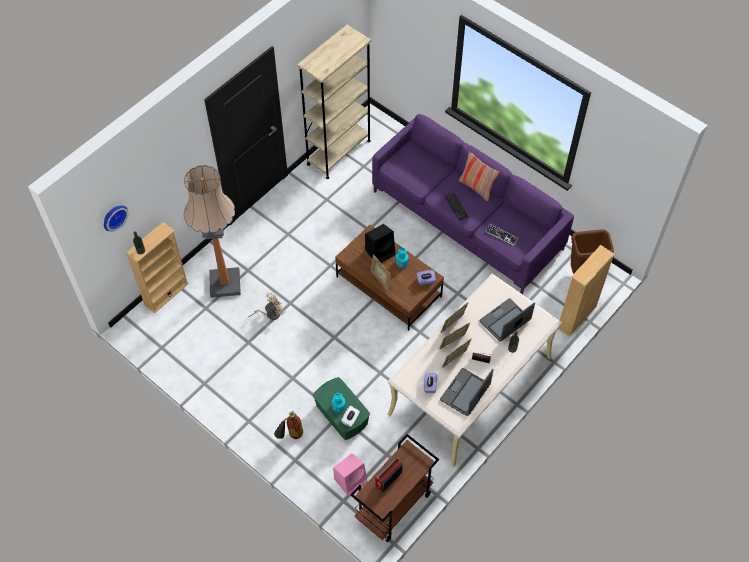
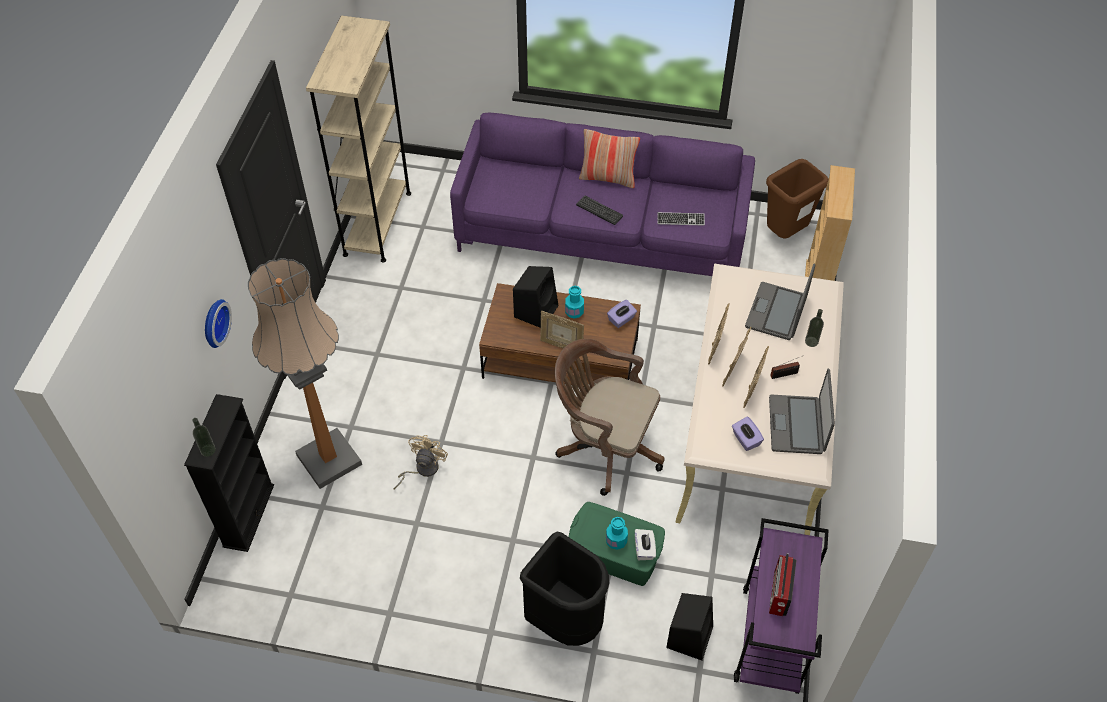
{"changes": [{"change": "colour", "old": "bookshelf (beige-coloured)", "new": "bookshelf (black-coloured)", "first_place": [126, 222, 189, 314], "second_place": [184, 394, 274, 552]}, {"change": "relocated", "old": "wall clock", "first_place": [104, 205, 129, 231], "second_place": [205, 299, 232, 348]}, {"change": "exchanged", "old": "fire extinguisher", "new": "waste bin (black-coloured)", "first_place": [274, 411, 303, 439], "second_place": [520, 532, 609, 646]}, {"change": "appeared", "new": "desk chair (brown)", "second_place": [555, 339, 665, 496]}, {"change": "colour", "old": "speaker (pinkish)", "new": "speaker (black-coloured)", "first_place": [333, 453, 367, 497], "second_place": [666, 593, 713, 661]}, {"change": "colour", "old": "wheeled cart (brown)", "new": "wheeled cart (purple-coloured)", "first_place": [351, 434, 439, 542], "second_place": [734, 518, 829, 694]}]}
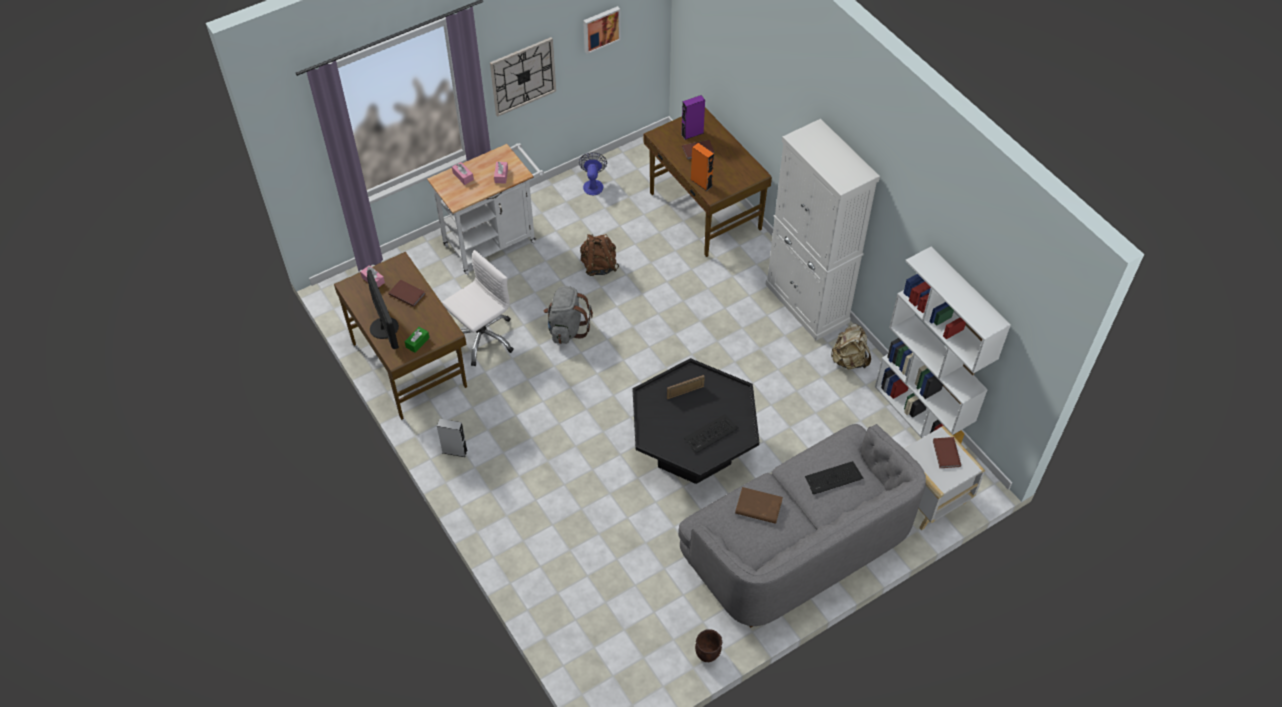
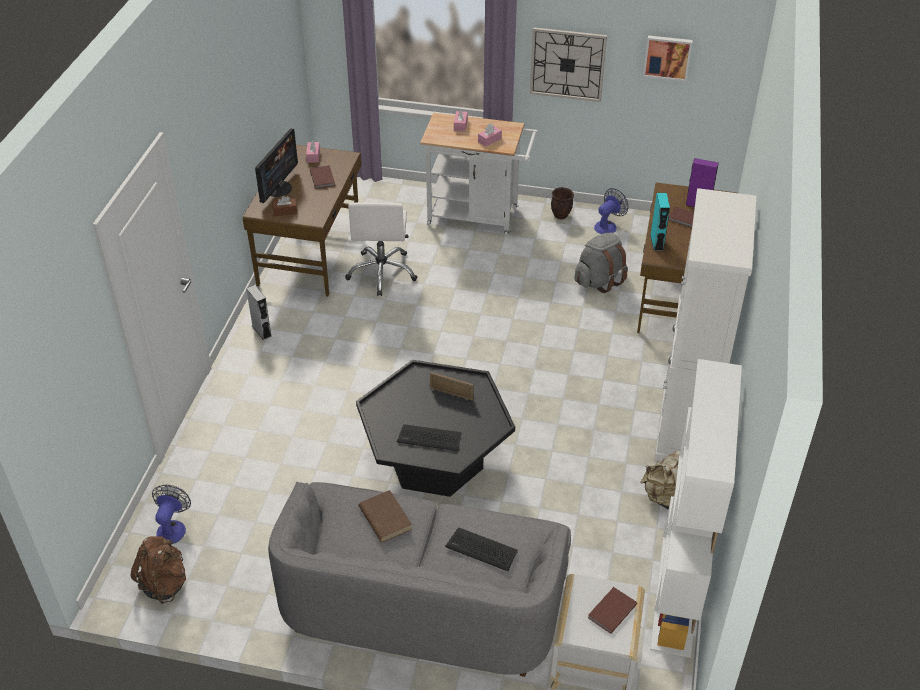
{"changes": [{"change": "relocated", "old": "knapsack (brown)", "first_place": [580, 234, 619, 276], "second_place": [130, 536, 186, 604]}, {"change": "appeared", "new": "electric fan", "second_place": [152, 485, 191, 544]}, {"change": "colour", "old": "tissue holder (green-coloured)", "new": "tissue holder (brown)", "first_place": [405, 327, 430, 353], "second_place": [272, 196, 297, 216]}, {"change": "spun", "old": "desk chair (white-coloured)", "first_place": [442, 250, 514, 366], "second_place": [345, 202, 418, 296], "degrees": 90}, {"change": "relocated", "old": "flower pot (brown)", "first_place": [695, 629, 722, 662], "second_place": [551, 187, 574, 220]}, {"change": "relocated", "old": "knapsack (greyish)", "first_place": [544, 286, 593, 344], "second_place": [574, 233, 628, 293]}, {"change": "colour", "old": "speaker (orange)", "new": "speaker (turquoise-coloured)", "first_place": [691, 143, 714, 191], "second_place": [650, 193, 670, 251]}]}
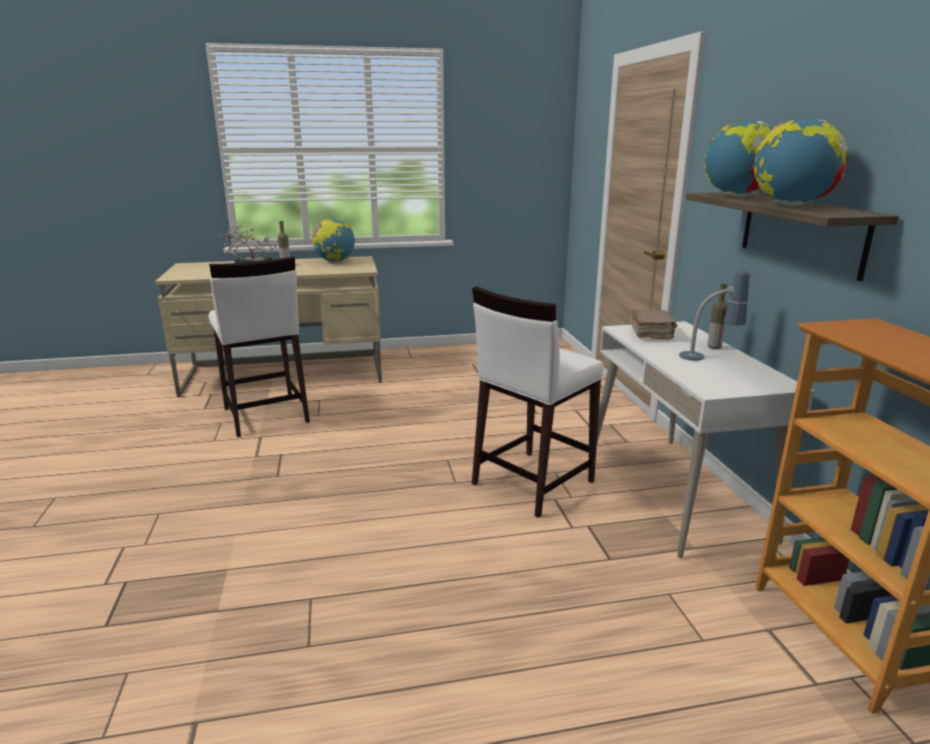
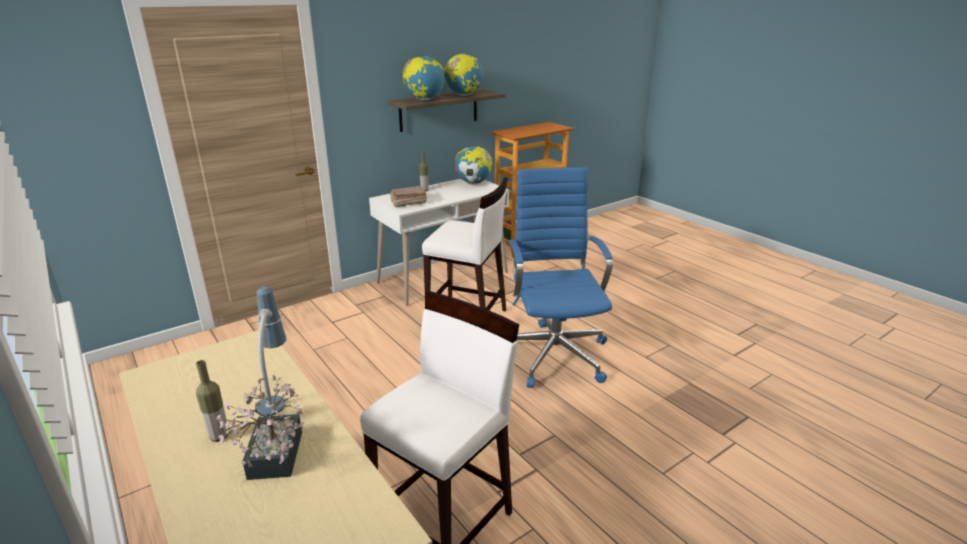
{"changes": [{"change": "relocated", "old": "lamp for a table", "first_place": [679, 270, 750, 361], "second_place": [255, 286, 286, 416]}, {"change": "relocated", "old": "desk globe", "first_place": [311, 219, 355, 263], "second_place": [455, 146, 492, 185]}, {"change": "appeared", "new": "desk chair (blue)", "second_place": [508, 168, 613, 388]}]}
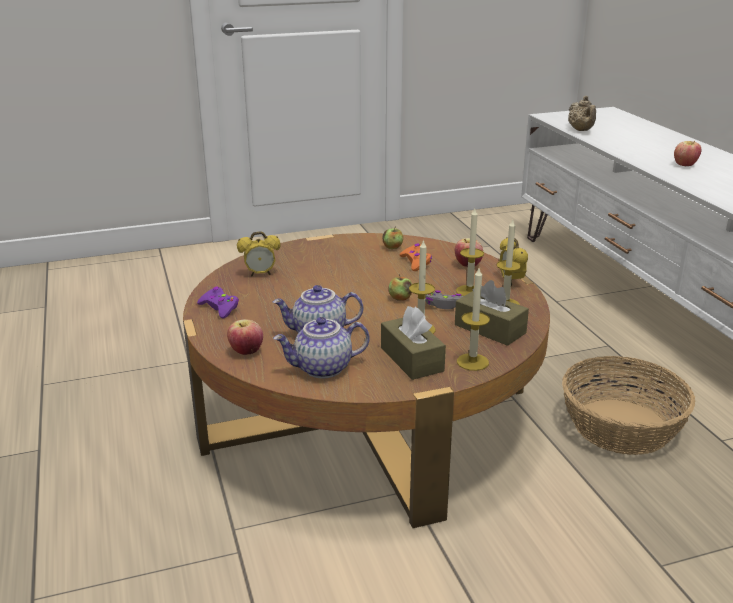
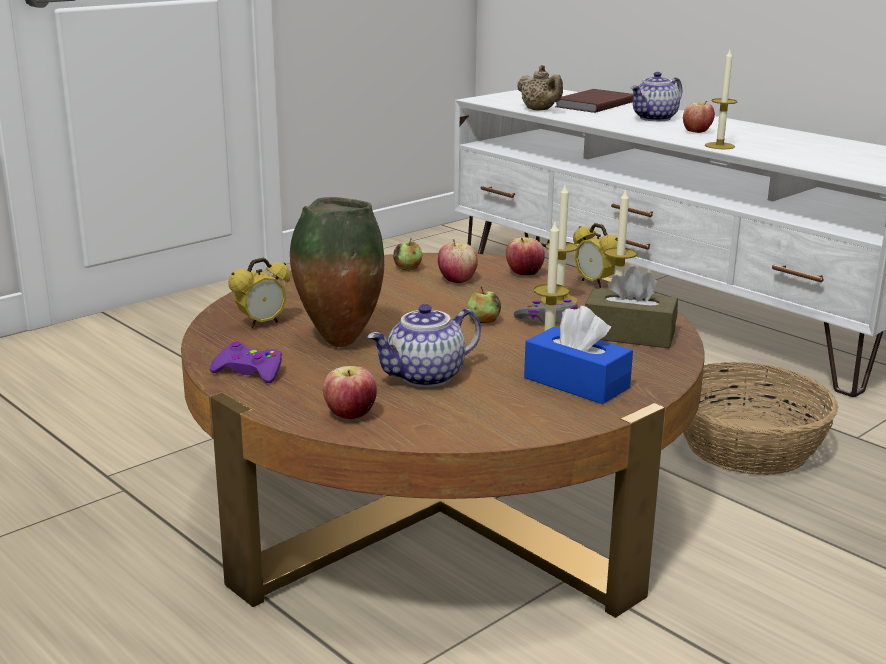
{"changes": [{"change": "appeared", "new": "decorative vase", "second_place": [290, 197, 384, 347]}, {"change": "exchanged", "old": "game controller (orange)", "new": "apple fruit", "first_place": [399, 244, 432, 271], "second_place": [438, 239, 478, 283]}, {"change": "colour", "old": "tissue holder (brown)", "new": "tissue holder (blue)", "first_place": [381, 306, 446, 380], "second_place": [524, 306, 633, 404]}, {"change": "appeared", "new": "volume (brown)", "second_place": [555, 89, 633, 113]}, {"change": "relocated", "old": "tea pot", "first_place": [273, 317, 370, 378], "second_place": [631, 72, 683, 121]}, {"change": "relocated", "old": "candle", "first_place": [457, 268, 490, 371], "second_place": [705, 50, 738, 149]}]}
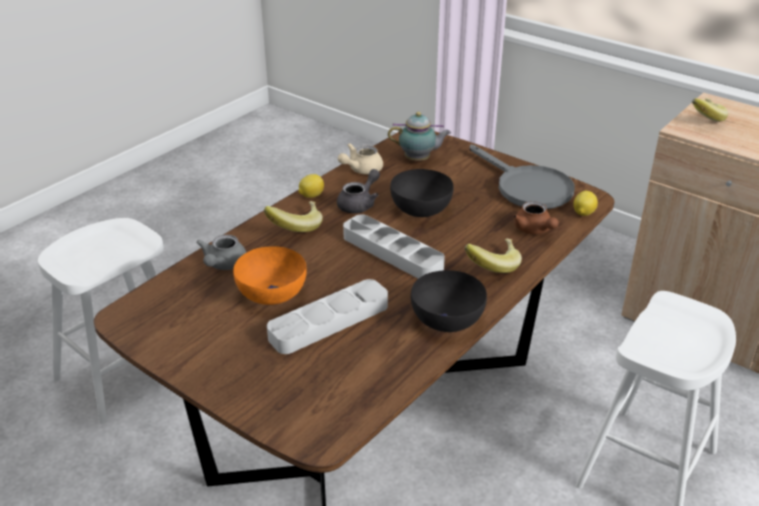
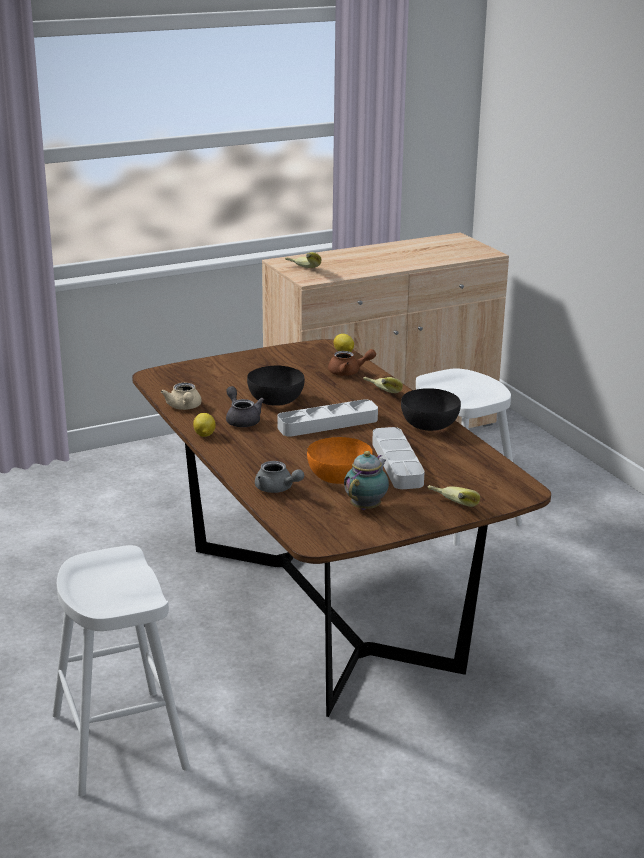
{"changes": [{"change": "relocated", "old": "tea pot", "first_place": [388, 112, 451, 161], "second_place": [344, 451, 389, 510]}, {"change": "relocated", "old": "banana fruit", "first_place": [264, 201, 323, 232], "second_place": [428, 485, 480, 507]}, {"change": "missing", "old": "frying pan (greyish)", "first_place": [469, 145, 574, 209]}]}
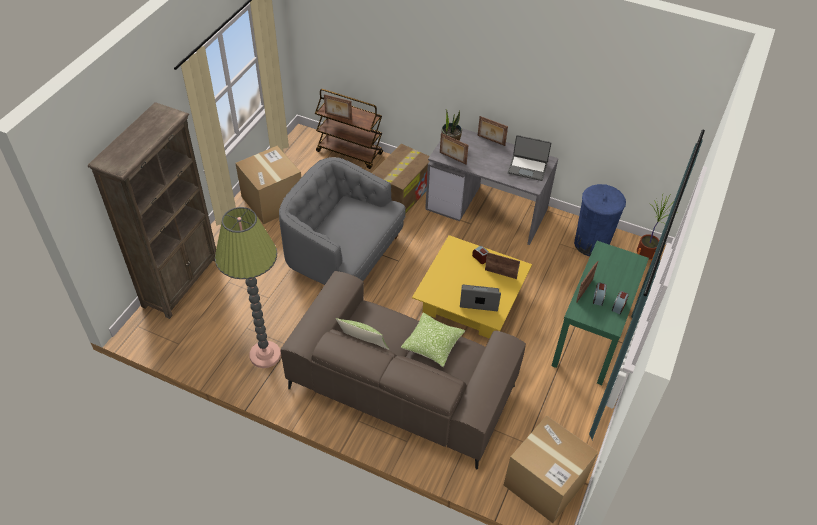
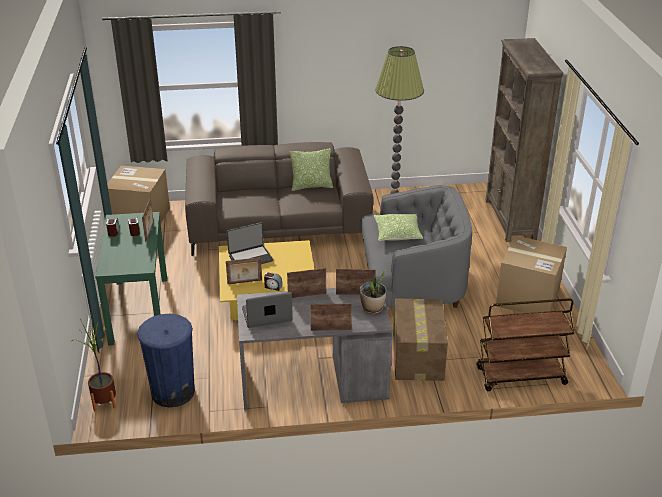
{"changes": [{"change": "relocated", "old": "standing frame", "first_place": [324, 94, 352, 120], "second_place": [287, 268, 326, 298]}, {"change": "relocated", "old": "pillow", "first_place": [401, 313, 465, 367], "second_place": [374, 214, 423, 241]}]}
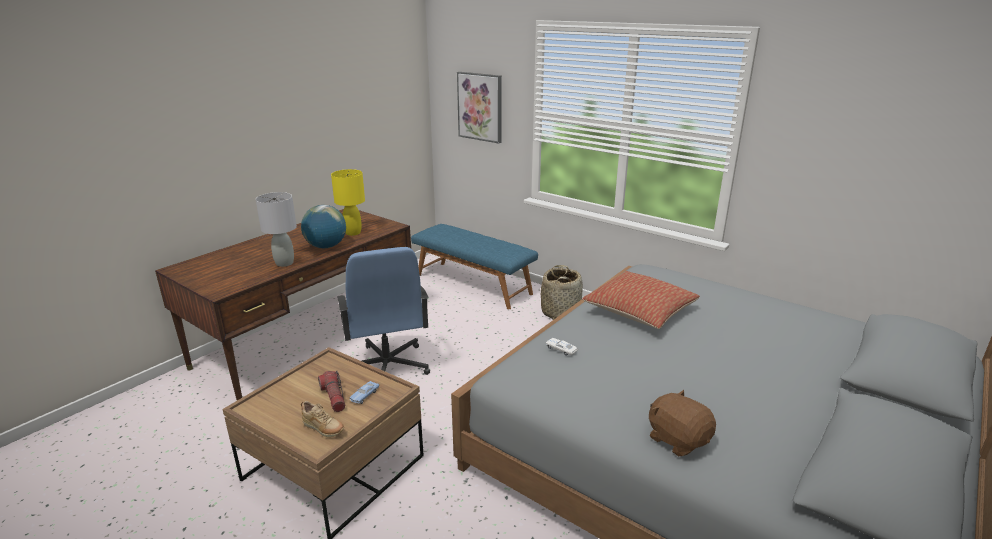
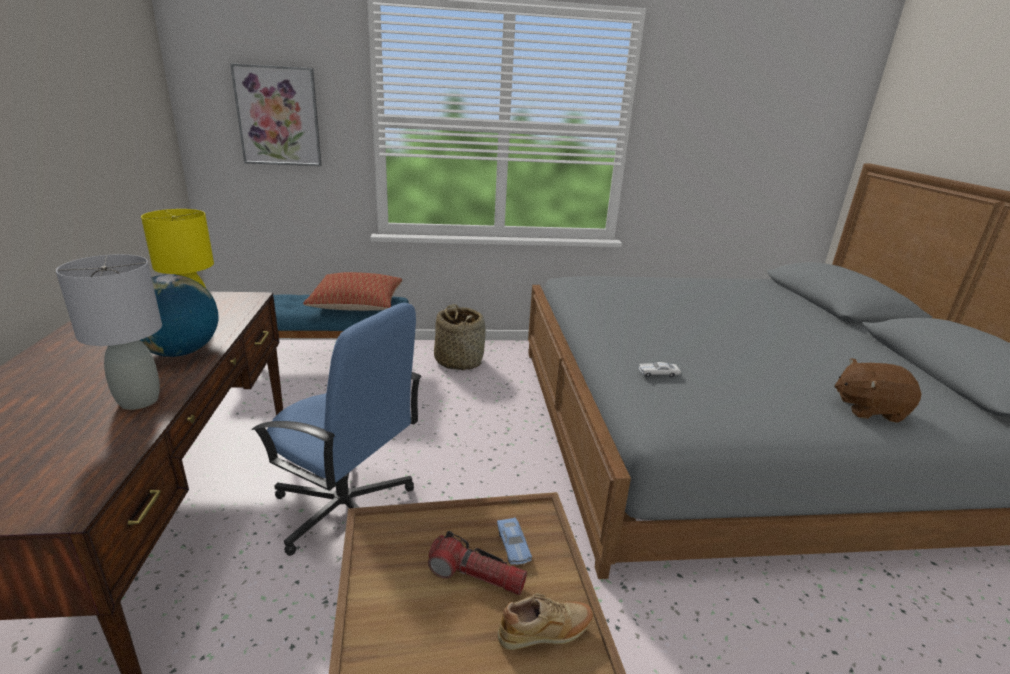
{"changes": [{"change": "relocated", "old": "pillow", "first_place": [582, 271, 700, 329], "second_place": [303, 272, 402, 311]}]}
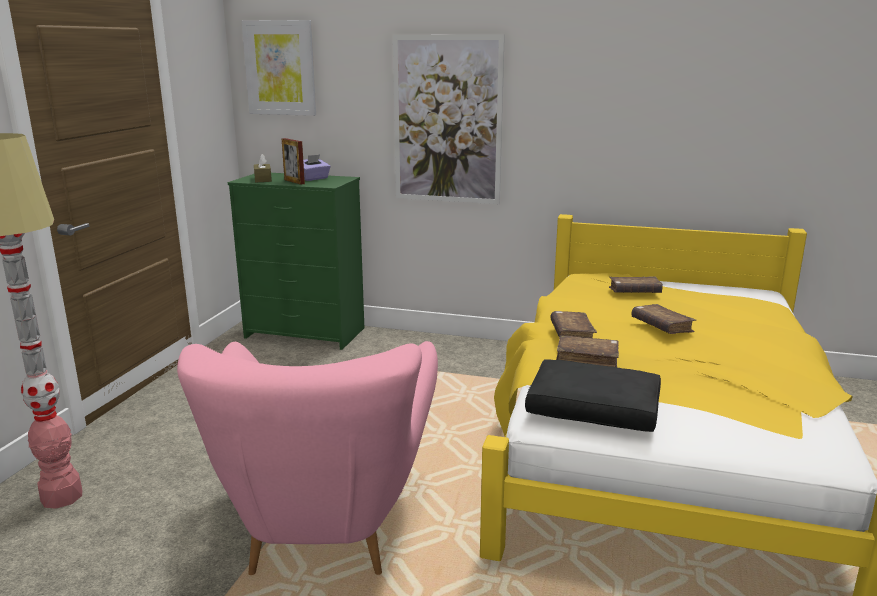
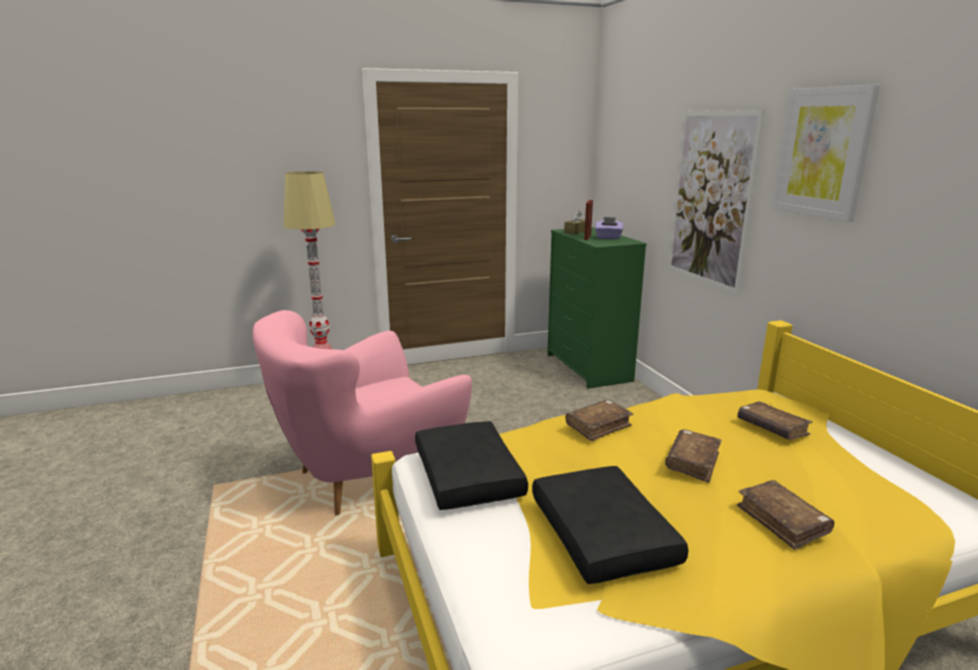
{"changes": [{"change": "appeared", "new": "pillow (black-coloured)", "second_place": [532, 466, 688, 584]}, {"change": "relocated", "old": "volume (brown)", "first_place": [556, 335, 619, 367], "second_place": [737, 480, 834, 550]}, {"change": "relocated", "old": "wall picture", "first_place": [242, 20, 316, 116], "second_place": [772, 84, 880, 221]}]}
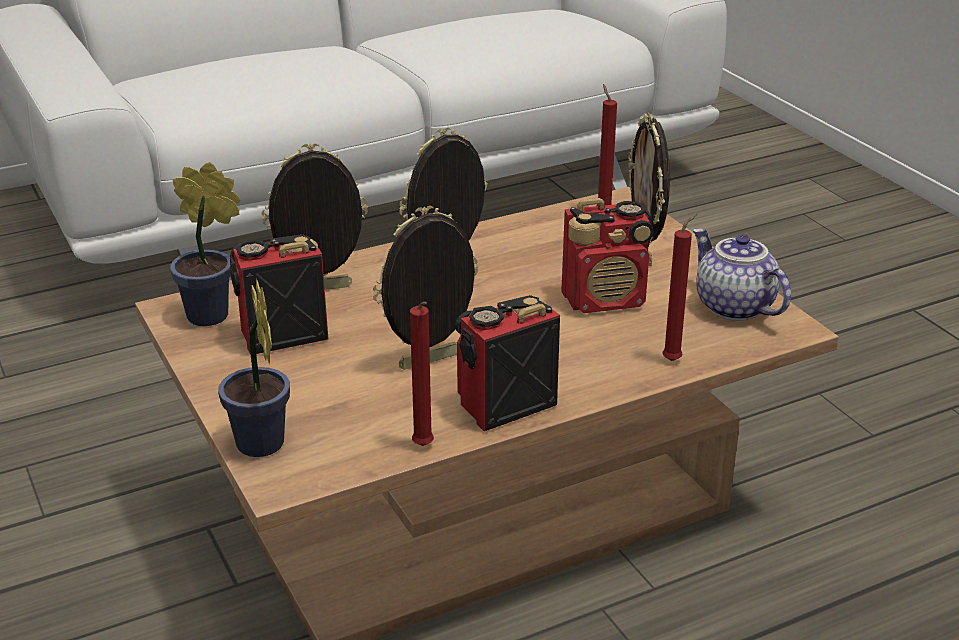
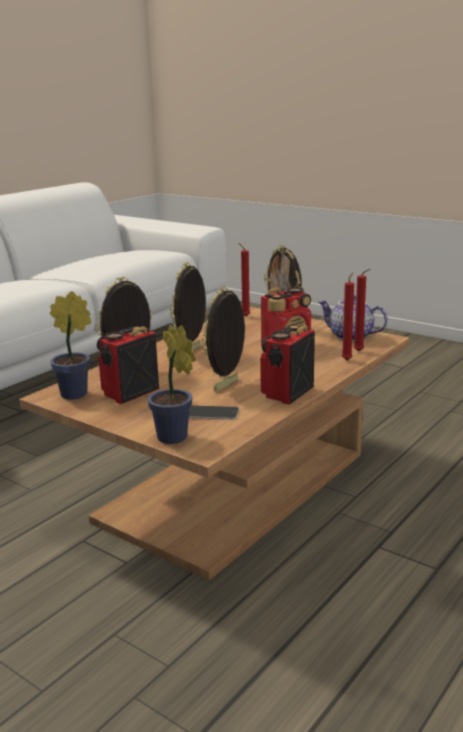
{"changes": [{"change": "appeared", "new": "telephone", "second_place": [189, 405, 239, 419]}, {"change": "relocated", "old": "candle (red-coloured)", "first_place": [410, 302, 434, 446], "second_place": [353, 269, 370, 351]}]}
